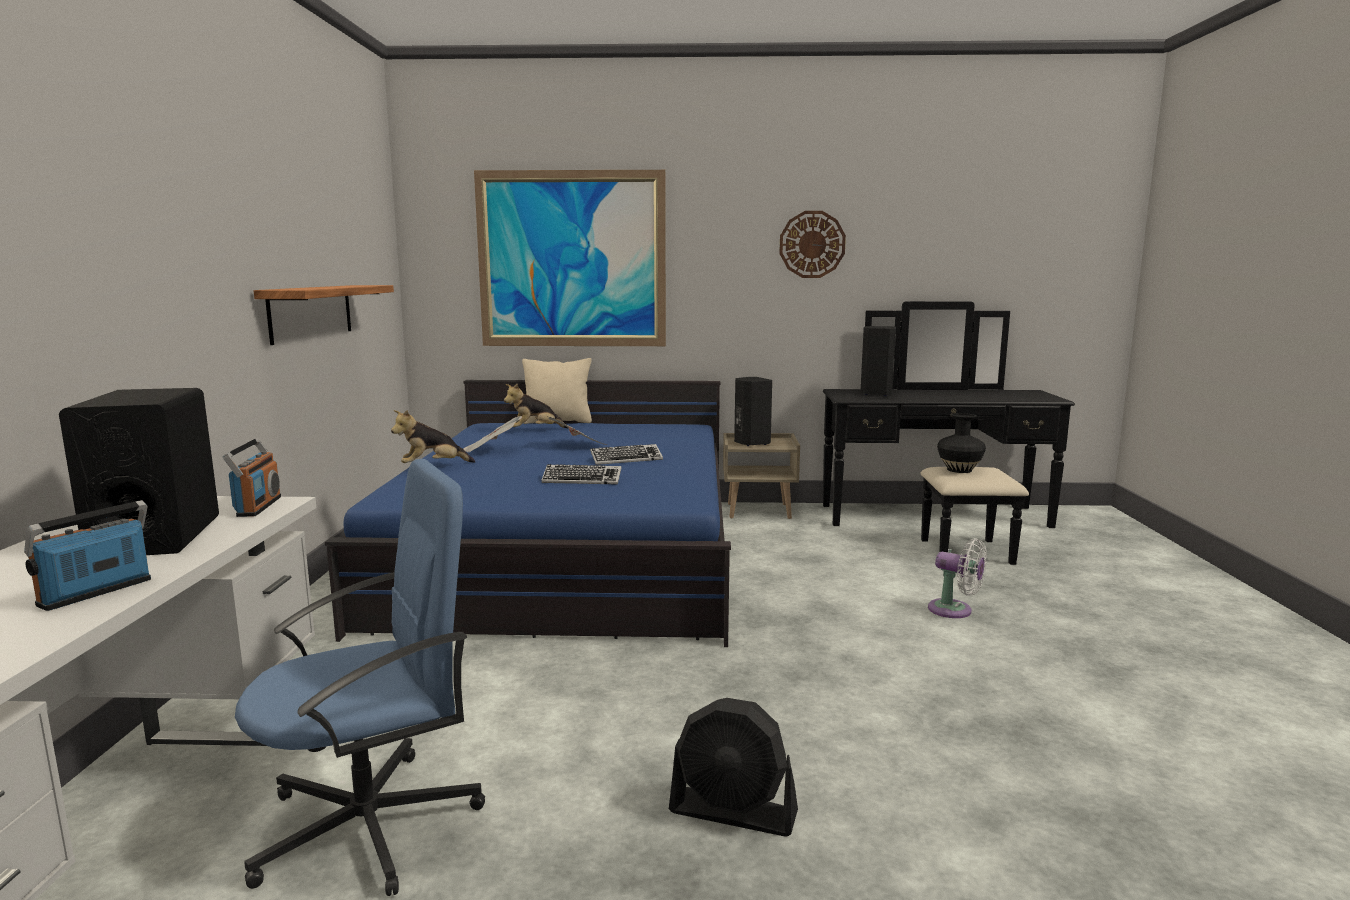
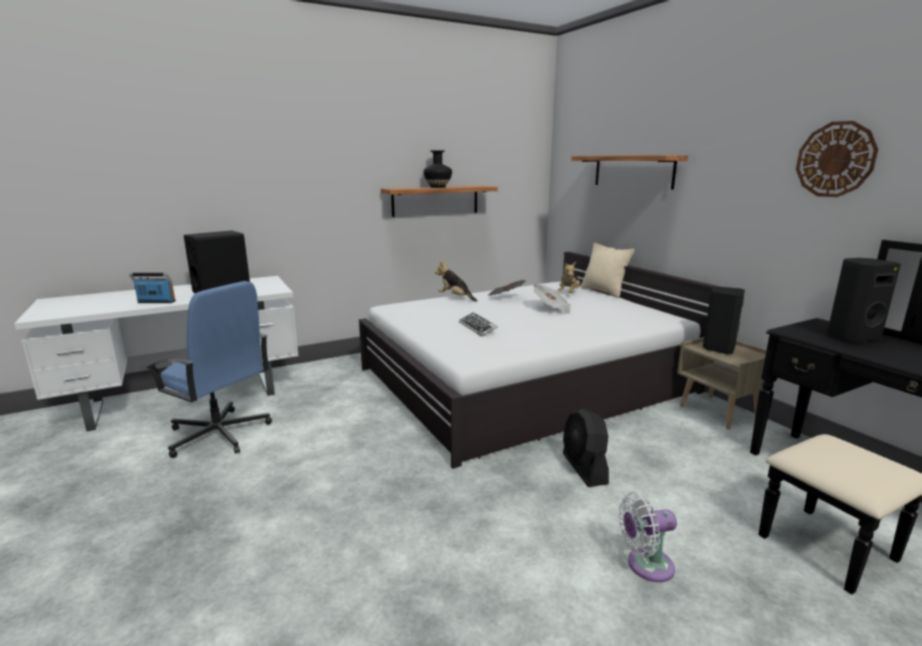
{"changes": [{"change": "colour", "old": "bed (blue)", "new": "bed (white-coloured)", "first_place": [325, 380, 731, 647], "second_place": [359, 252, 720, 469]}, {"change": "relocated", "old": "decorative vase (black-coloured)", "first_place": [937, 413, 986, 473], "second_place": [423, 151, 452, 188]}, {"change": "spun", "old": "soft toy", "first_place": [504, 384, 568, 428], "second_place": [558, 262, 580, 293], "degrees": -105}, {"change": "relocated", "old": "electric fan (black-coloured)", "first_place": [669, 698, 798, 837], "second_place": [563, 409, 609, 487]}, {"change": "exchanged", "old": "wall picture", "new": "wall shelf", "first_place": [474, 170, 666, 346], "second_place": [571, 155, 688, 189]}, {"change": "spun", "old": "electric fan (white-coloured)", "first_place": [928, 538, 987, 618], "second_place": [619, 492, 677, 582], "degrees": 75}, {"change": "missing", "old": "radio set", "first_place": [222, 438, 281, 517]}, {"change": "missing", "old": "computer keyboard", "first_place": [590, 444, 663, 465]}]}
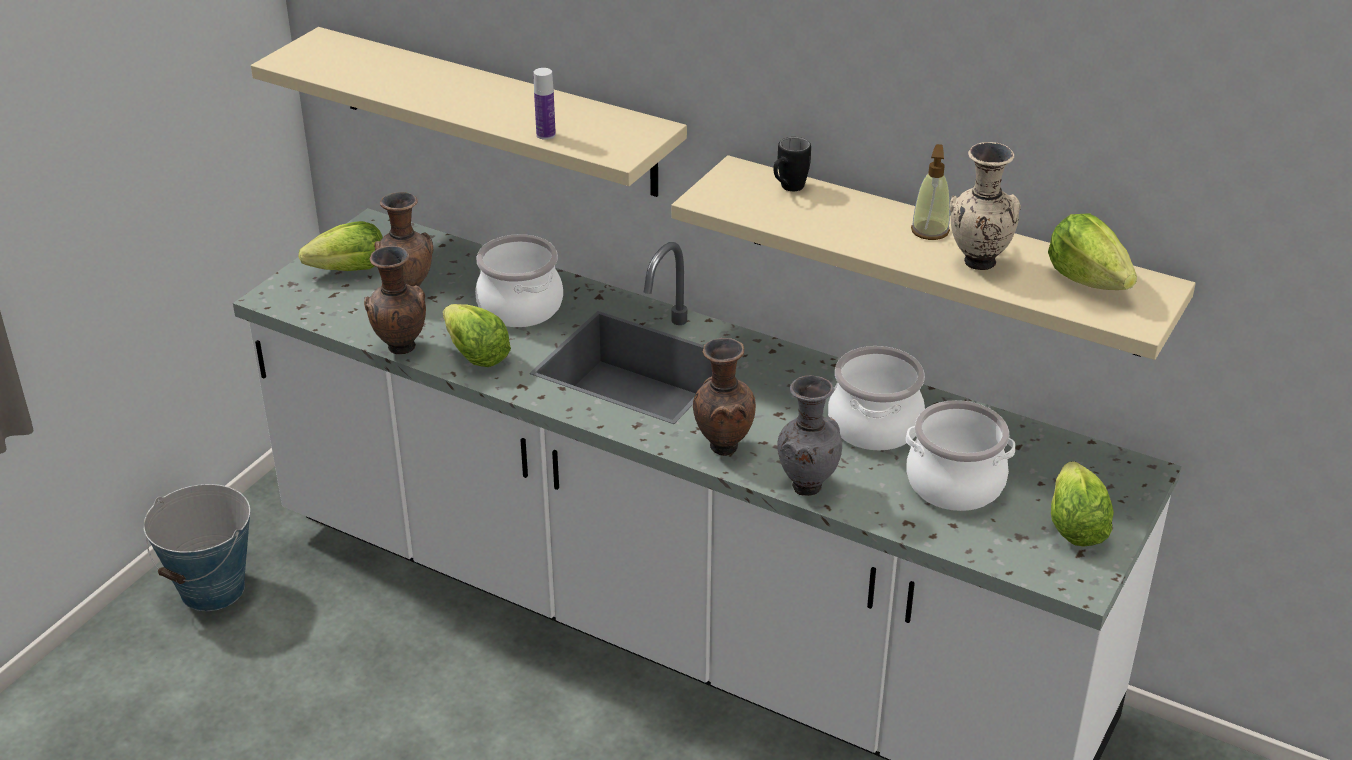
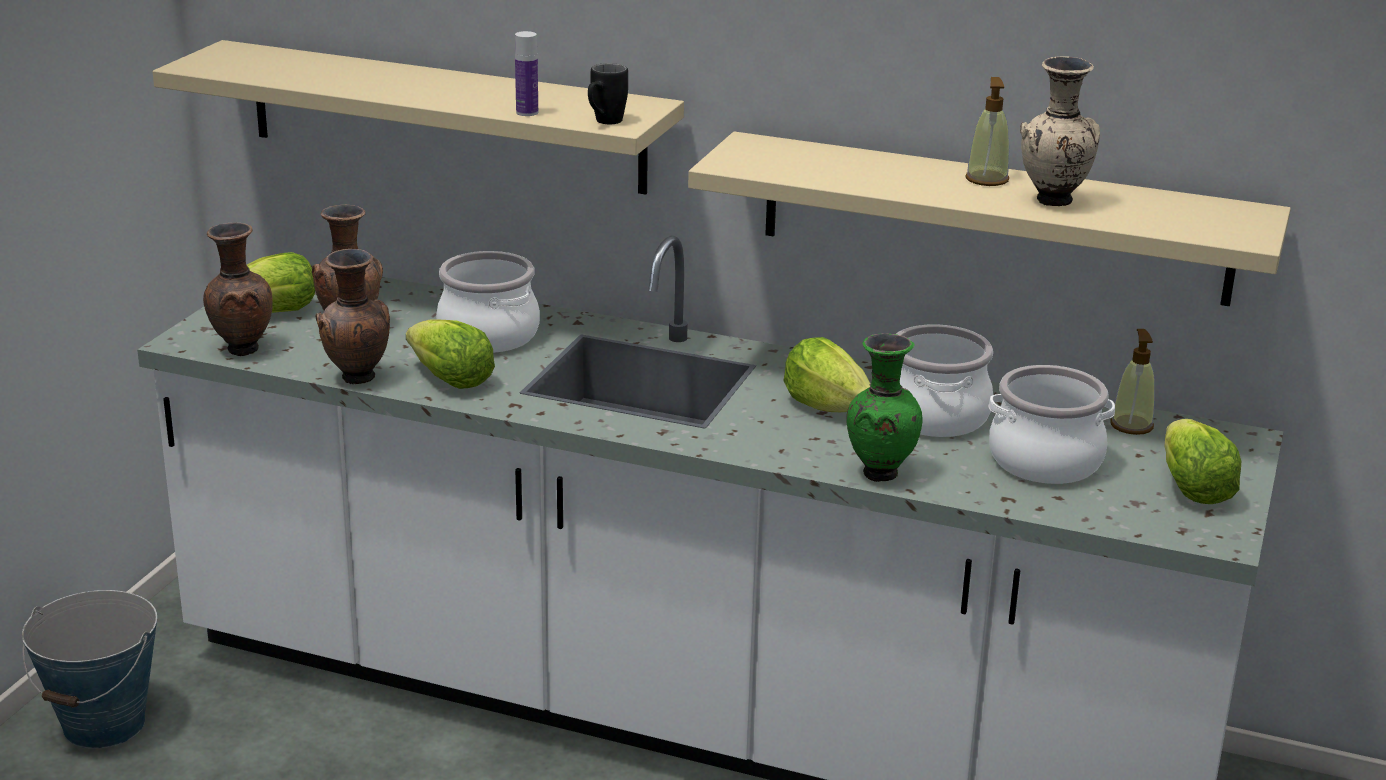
{"changes": [{"change": "relocated", "old": "decorative vase (brown)", "first_place": [693, 338, 756, 456], "second_place": [203, 223, 273, 356]}, {"change": "relocated", "old": "coffee mug (black-coloured)", "first_place": [773, 137, 811, 191], "second_place": [588, 63, 628, 124]}, {"change": "relocated", "old": "lettuce", "first_place": [1048, 213, 1137, 290], "second_place": [783, 337, 870, 412]}, {"change": "colour", "old": "decorative vase (greyish)", "new": "decorative vase (green-coloured)", "first_place": [777, 376, 842, 496], "second_place": [846, 333, 923, 482]}, {"change": "appeared", "new": "soap bottle", "second_place": [1111, 329, 1155, 435]}]}
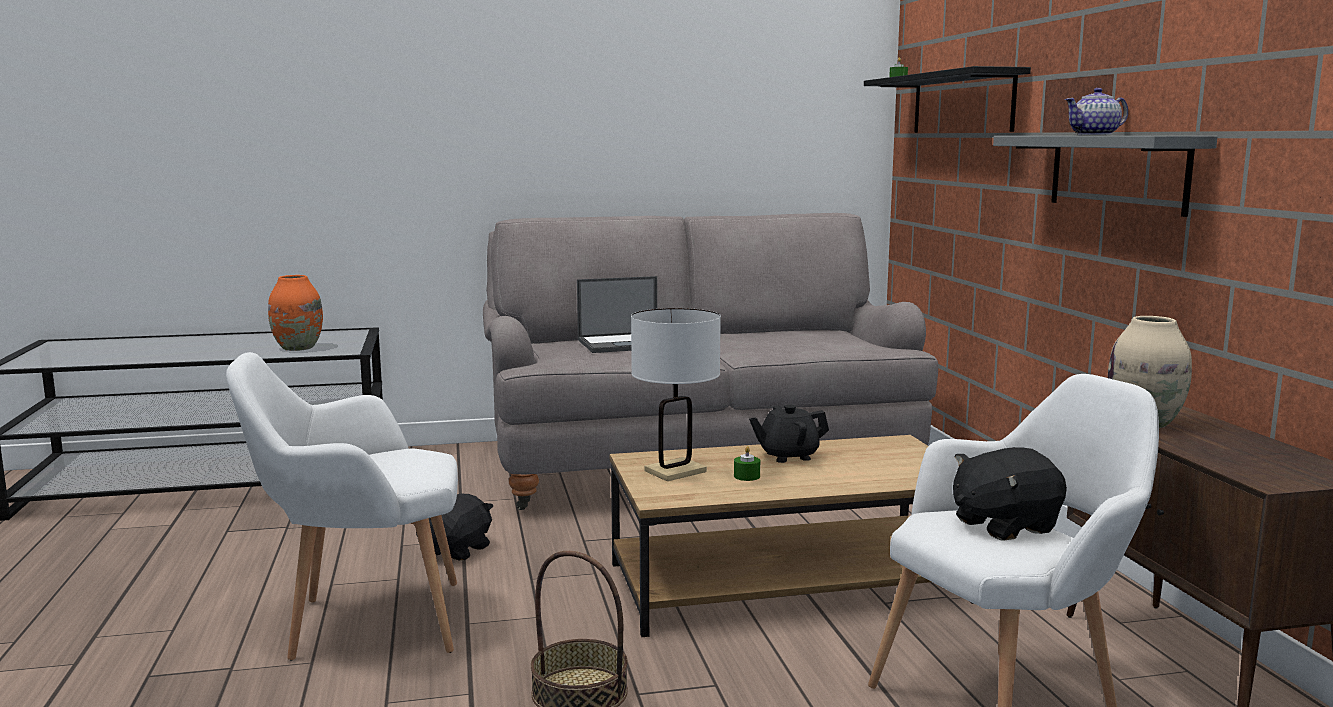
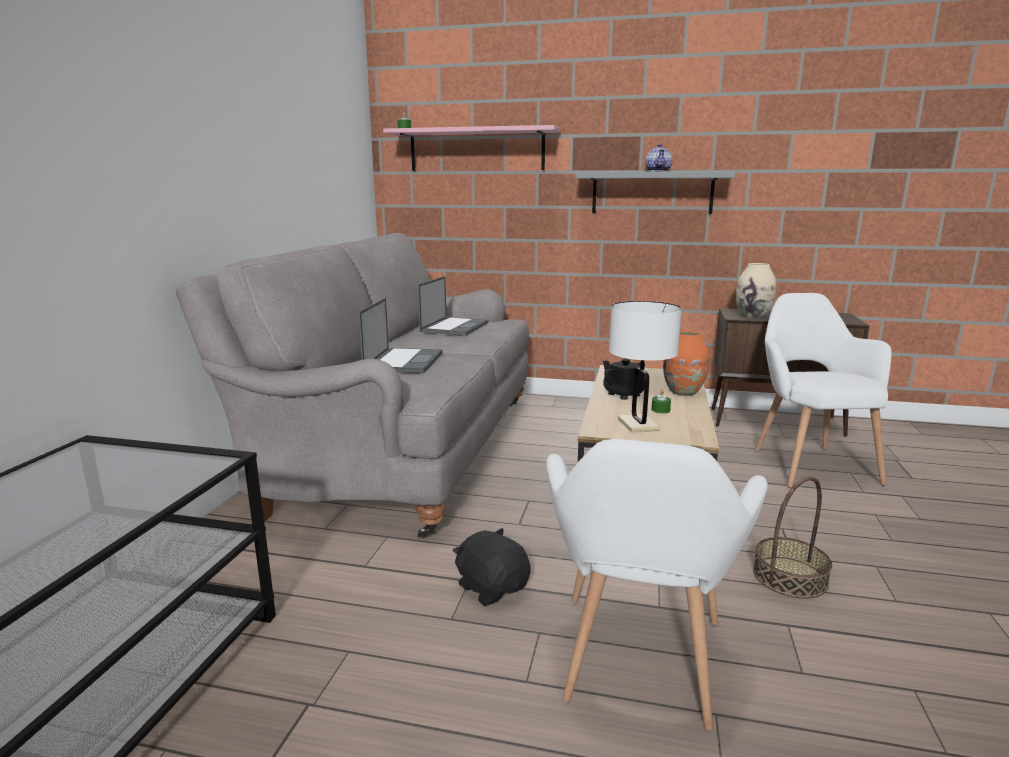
{"changes": [{"change": "colour", "old": "wall shelf (black-coloured)", "new": "wall shelf (pinkish)", "first_place": [864, 66, 1031, 133], "second_place": [383, 125, 560, 171]}, {"change": "appeared", "new": "portable computer", "second_place": [418, 276, 489, 336]}, {"change": "spun", "old": "tea pot (black-coloured)", "first_place": [749, 404, 829, 463], "second_place": [603, 359, 645, 400], "degrees": 135}, {"change": "relocated", "old": "decorative vase (orange)", "first_place": [268, 275, 323, 351], "second_place": [663, 330, 709, 396]}, {"change": "missing", "old": "soft toy (black-coloured)", "first_place": [953, 447, 1067, 540]}]}
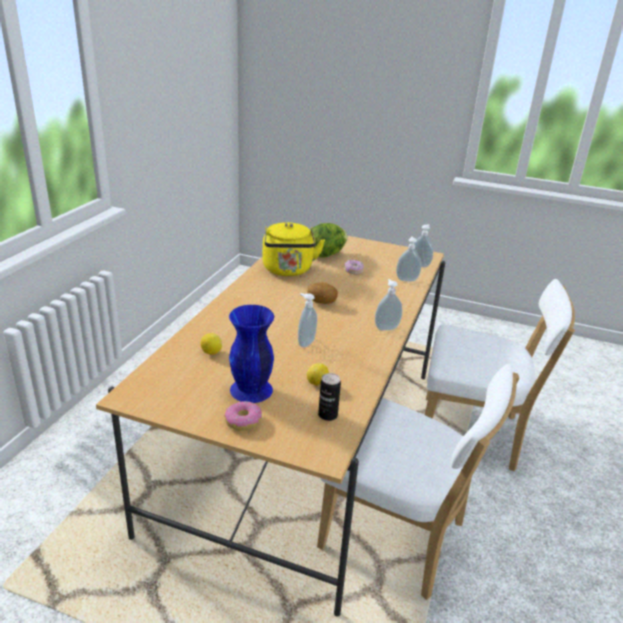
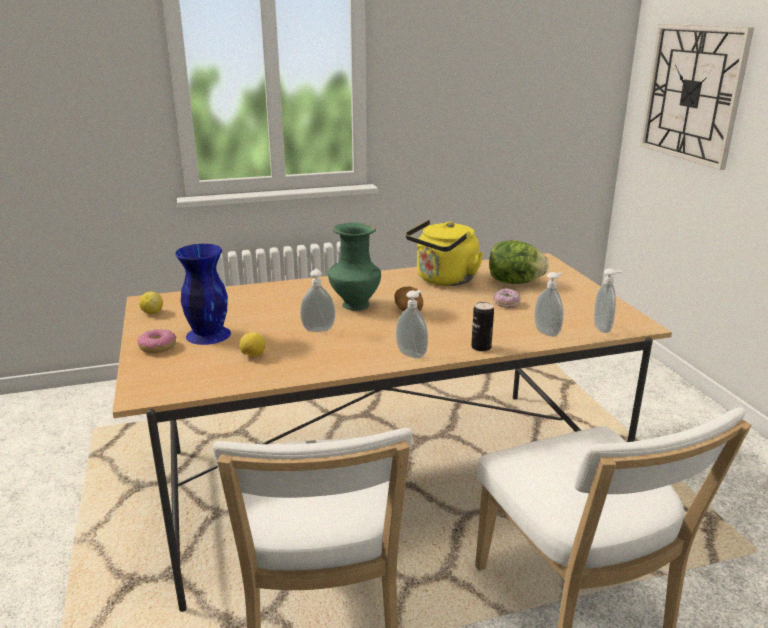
{"changes": [{"change": "relocated", "old": "citrus fruit", "first_place": [201, 333, 222, 355], "second_place": [139, 292, 163, 314]}, {"change": "appeared", "new": "decorative vase (green-coloured)", "second_place": [328, 223, 381, 311]}, {"change": "relocated", "old": "metal can", "first_place": [318, 373, 341, 421], "second_place": [471, 302, 494, 352]}, {"change": "appeared", "new": "wall clock", "second_place": [640, 24, 754, 170]}]}
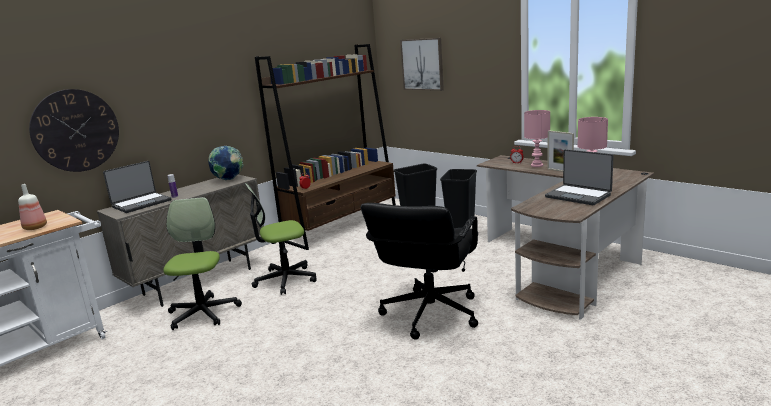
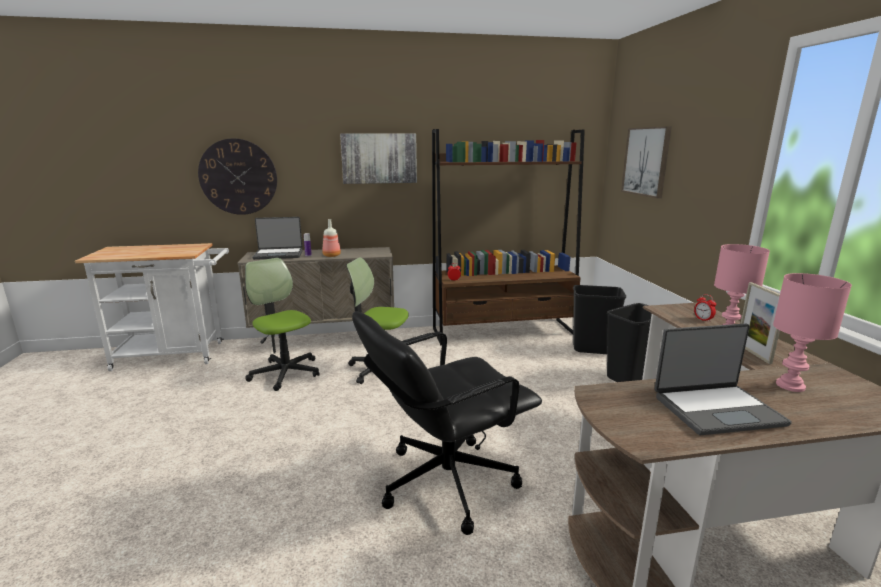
{"changes": [{"change": "spun", "old": "desk chair", "first_place": [163, 197, 242, 330], "second_place": [245, 258, 320, 391], "degrees": -75}, {"change": "relocated", "old": "beverage bottle", "first_place": [18, 184, 47, 230], "second_place": [322, 219, 341, 257]}, {"change": "appeared", "new": "wall picture", "second_place": [340, 133, 417, 184]}, {"change": "spun", "old": "portable computer", "first_place": [545, 149, 614, 205], "second_place": [655, 324, 792, 435], "degrees": -90}, {"change": "missing", "old": "desk globe", "first_place": [208, 146, 243, 180]}]}
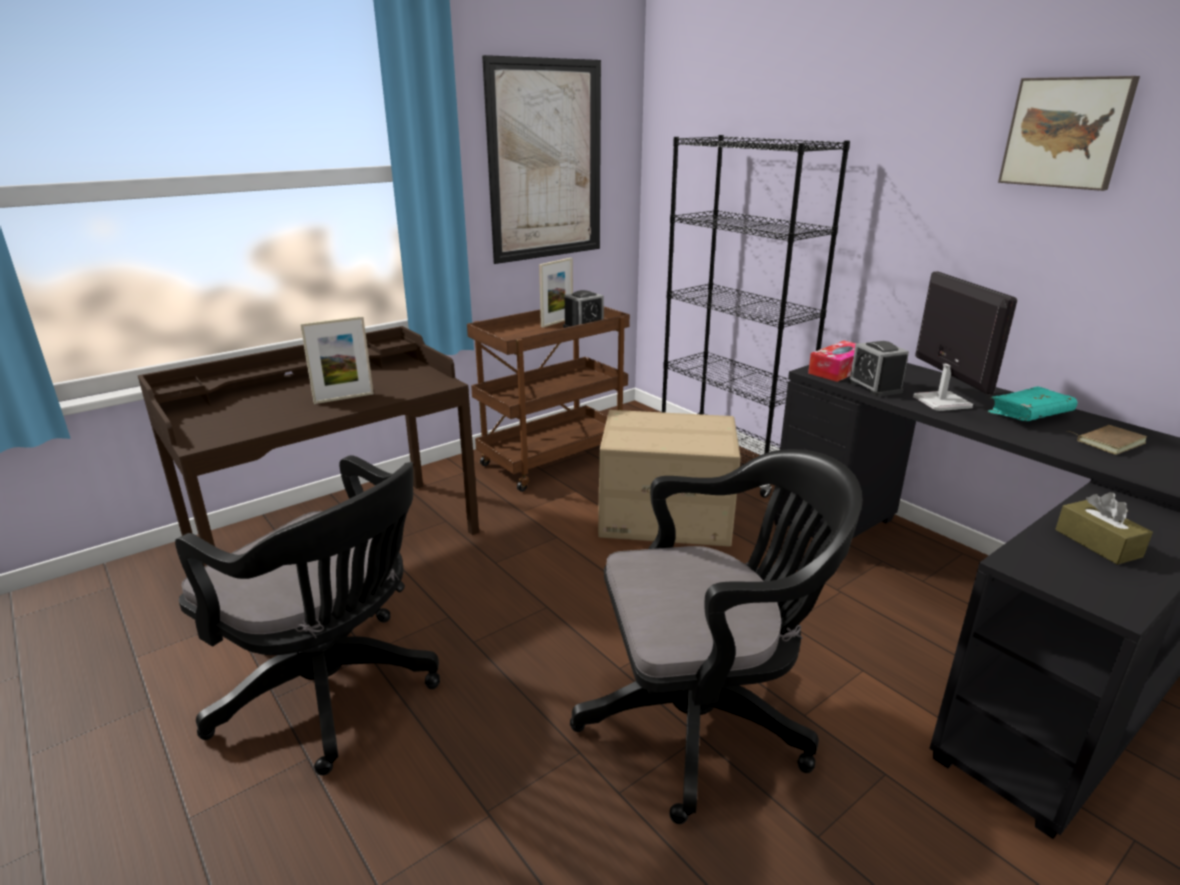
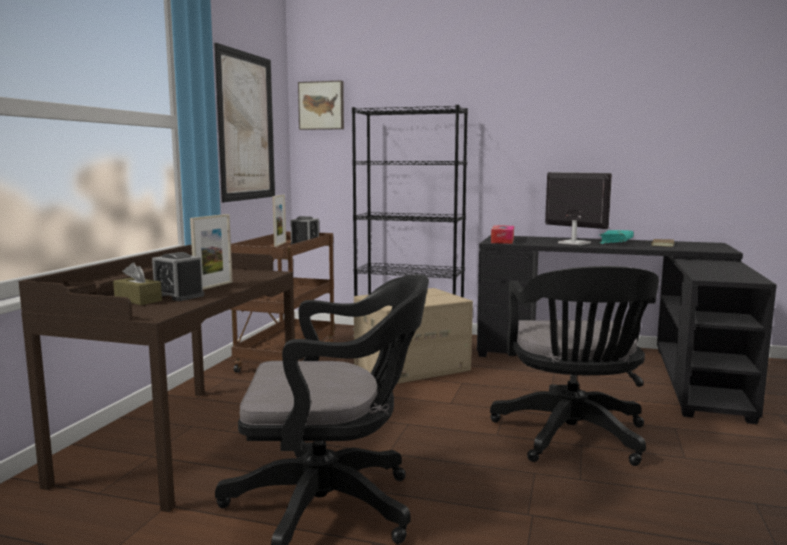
{"changes": [{"change": "relocated", "old": "tissue holder (brown)", "first_place": [1055, 492, 1153, 565], "second_place": [113, 262, 162, 305]}, {"change": "relocated", "old": "alarm clock", "first_place": [848, 341, 909, 397], "second_place": [152, 252, 204, 301]}, {"change": "relocated", "old": "wall picture", "first_place": [998, 76, 1140, 191], "second_place": [298, 80, 344, 130]}, {"change": "spun", "old": "desk chair (black-coloured)", "first_place": [570, 449, 863, 824], "second_place": [490, 266, 659, 466], "degrees": 135}]}
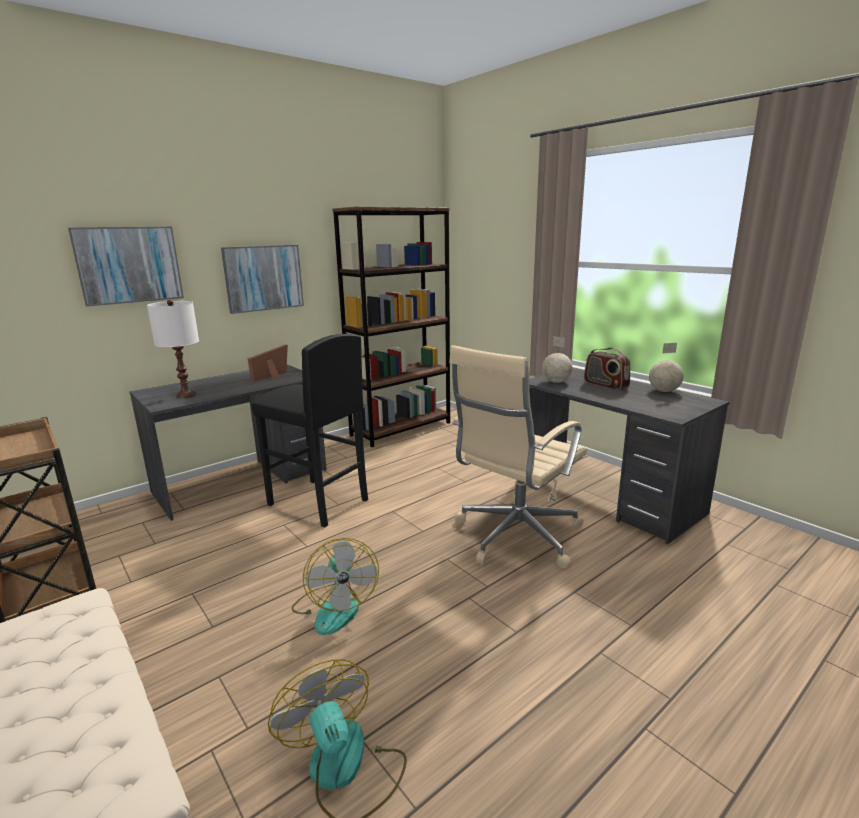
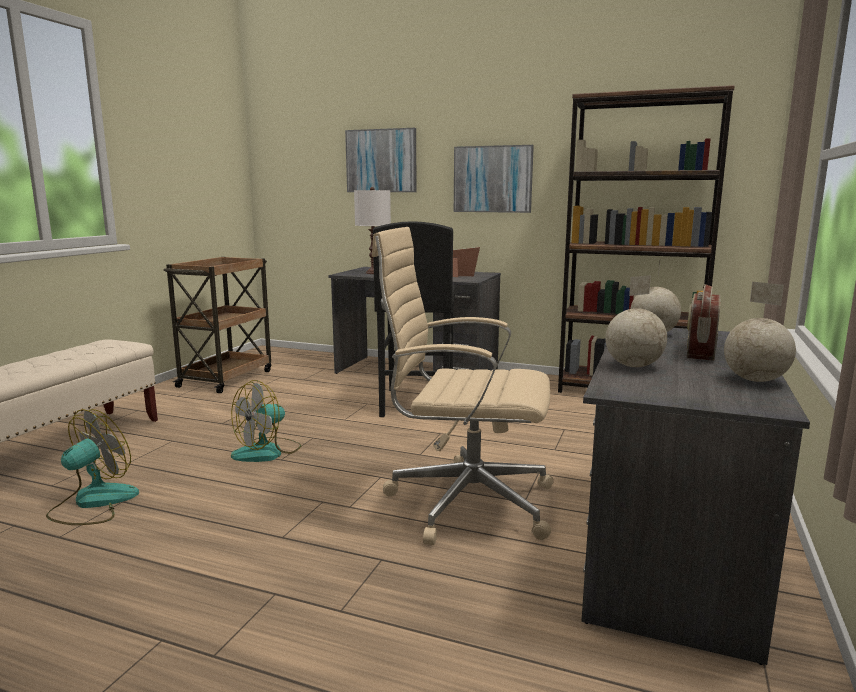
{"changes": [{"change": "appeared", "new": "desk globe", "second_place": [605, 275, 667, 367]}]}
